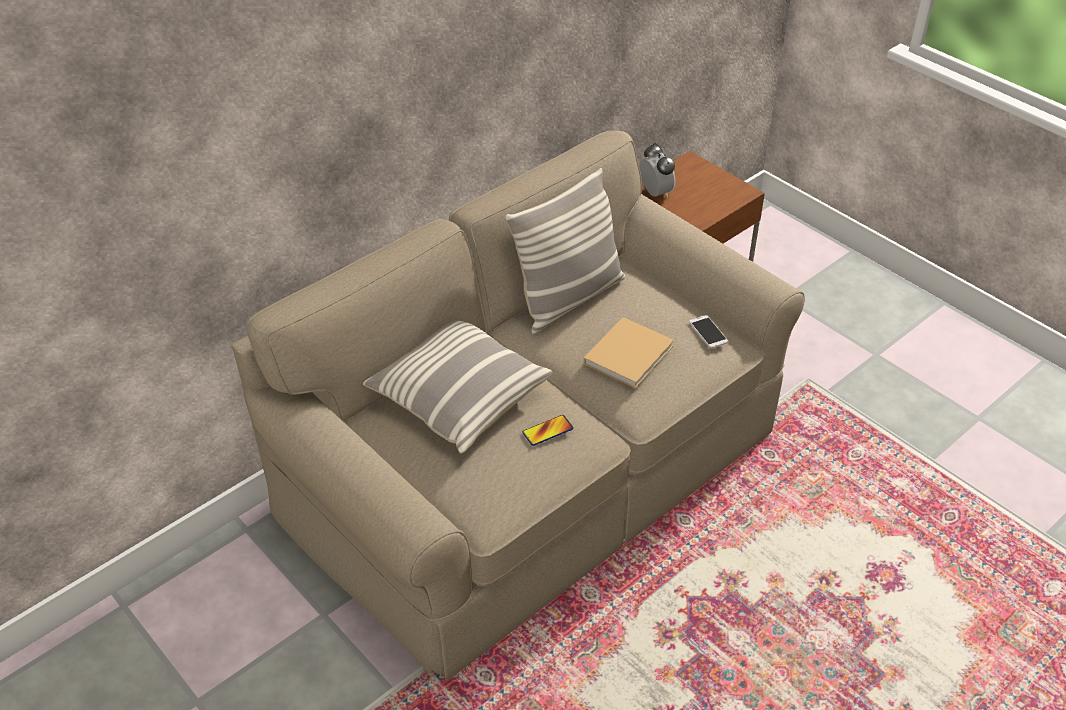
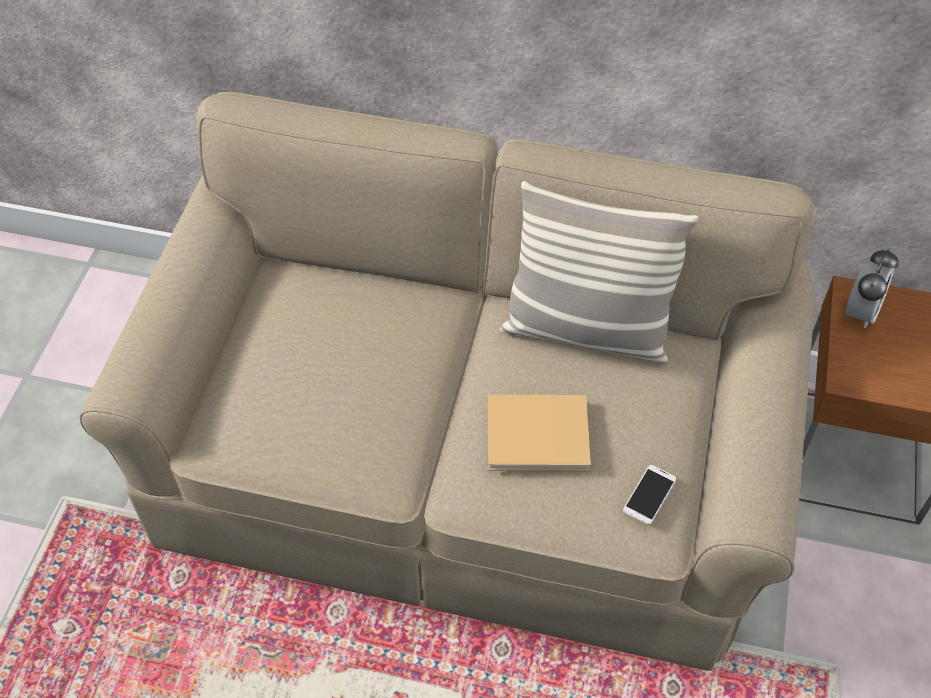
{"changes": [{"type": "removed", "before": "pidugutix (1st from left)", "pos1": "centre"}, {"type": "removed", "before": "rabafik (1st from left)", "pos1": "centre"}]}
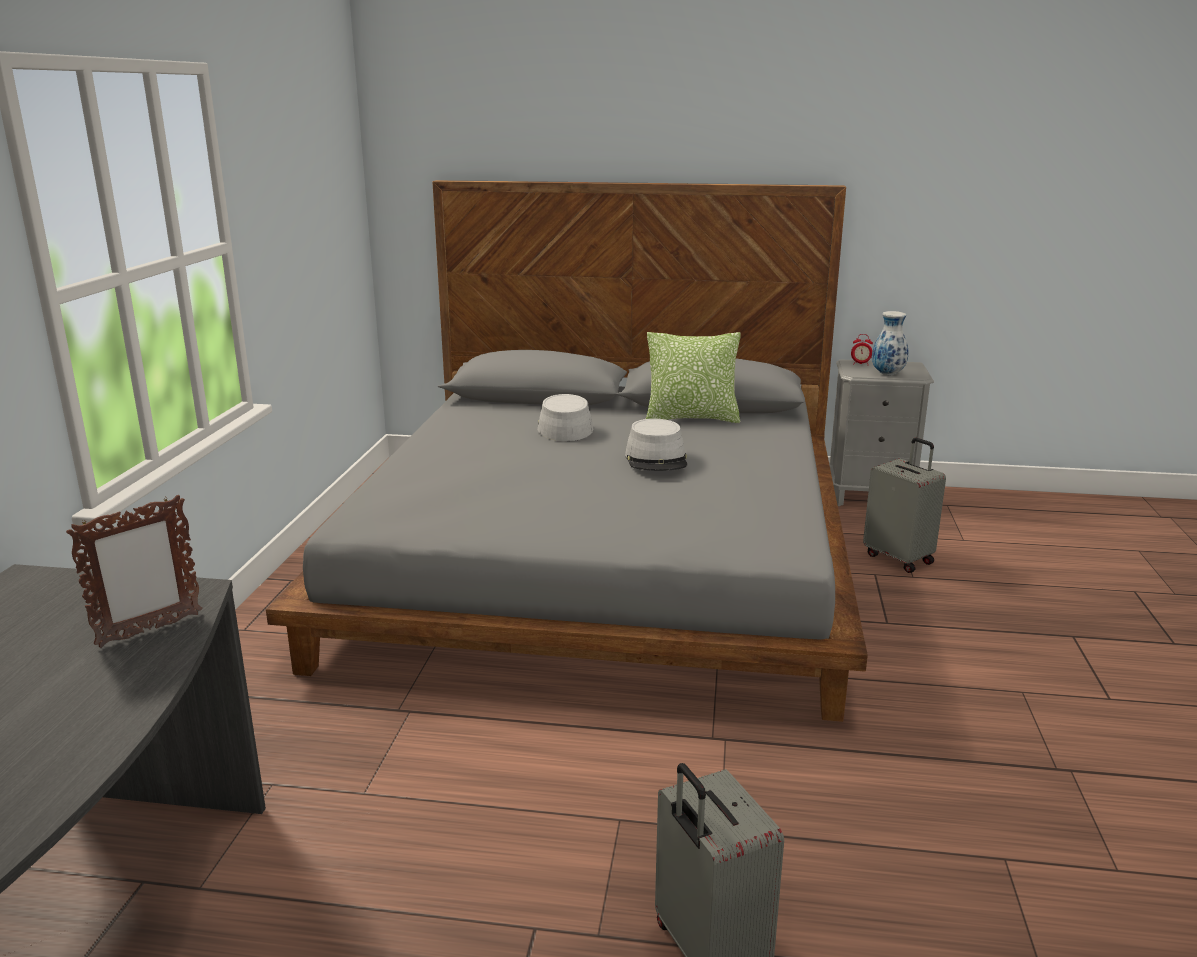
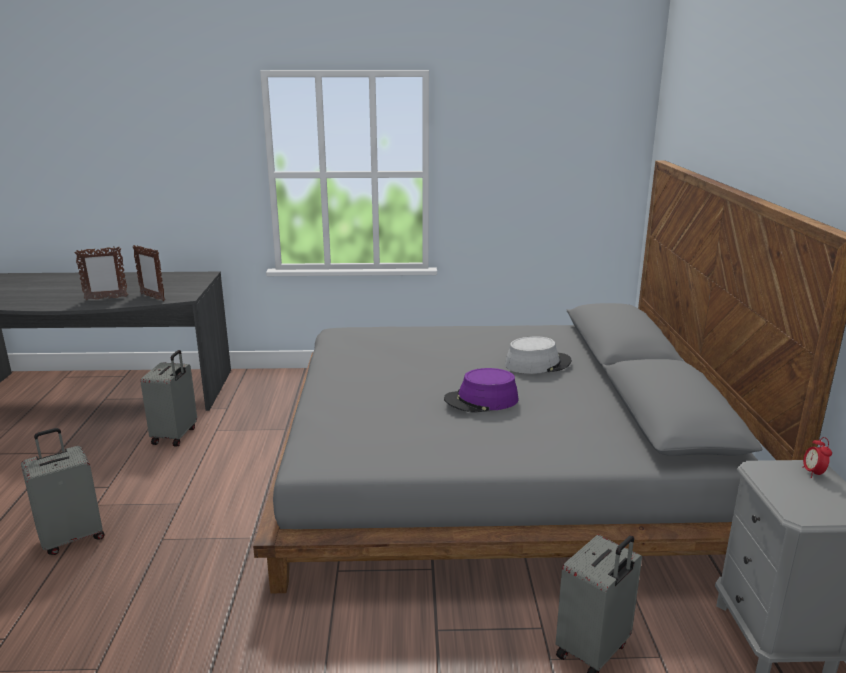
{"changes": [{"type": "removed", "before": "pidugutix", "pos1": "centre"}, {"type": "removed", "before": "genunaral", "pos1": "middle right"}, {"type": "added", "after": "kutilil (1st from left)", "pos2": "middle left"}, {"type": "added", "after": "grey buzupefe (2nd from left)", "pos2": "middle left"}, {"type": "recoloured", "before": "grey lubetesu (2nd from left)", "after": "purple lubetesu", "pos1": "centre", "pos2": "centre"}]}
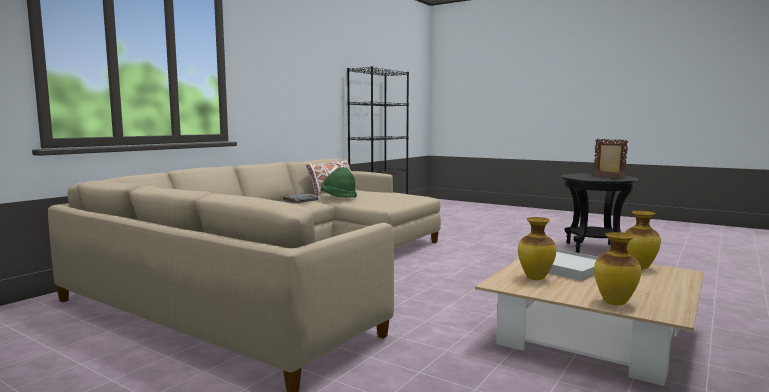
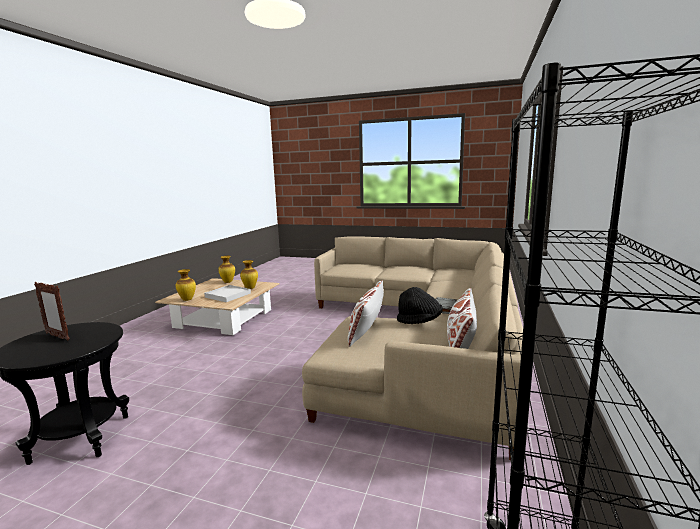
{"changes": [{"type": "added", "after": "white pidugutix (1st from left)", "pos2": "centre"}, {"type": "recoloured", "before": "green lubetesu", "after": "black lubetesu", "pos1": "centre", "pos2": "centre"}]}
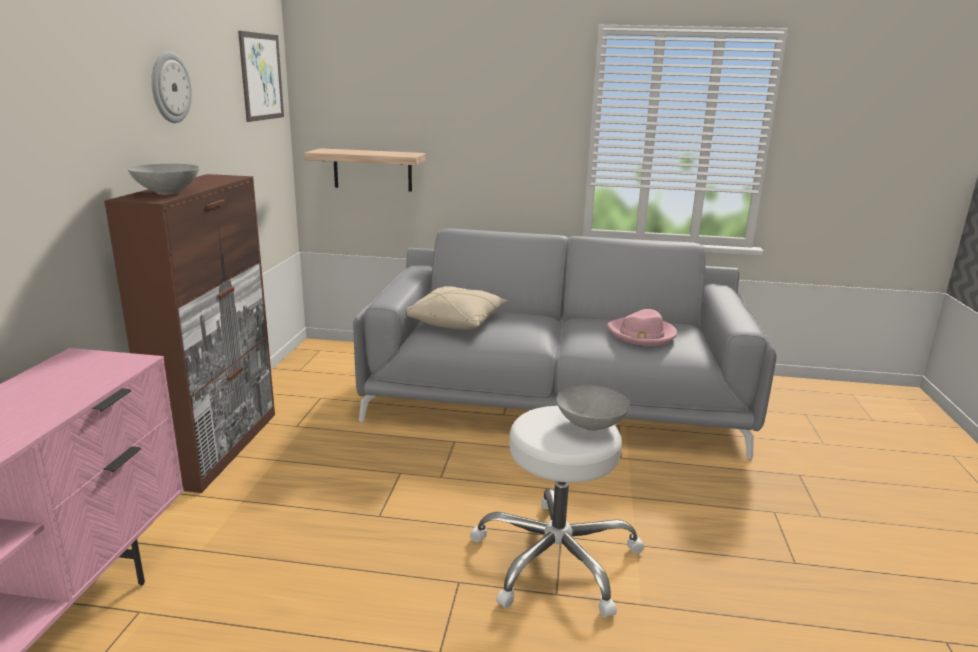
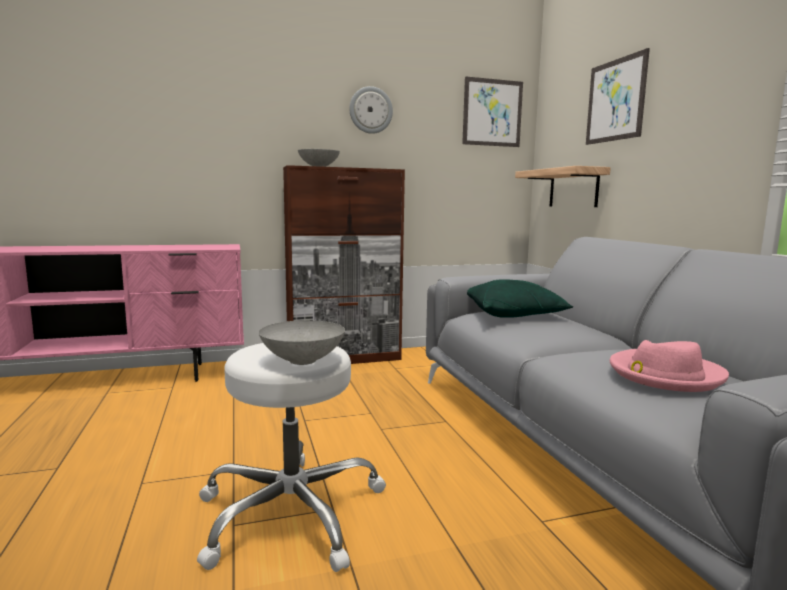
{"changes": [{"type": "added", "after": "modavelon (2nd from left)", "pos2": "top right"}, {"type": "recoloured", "before": "beige pidugutix", "after": "green pidugutix", "pos1": "centre", "pos2": "centre"}]}
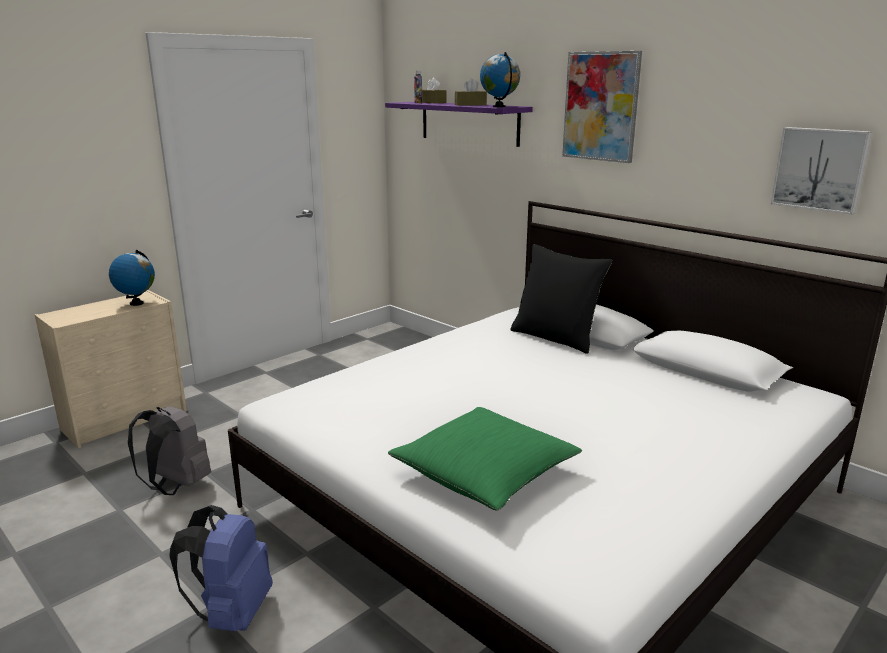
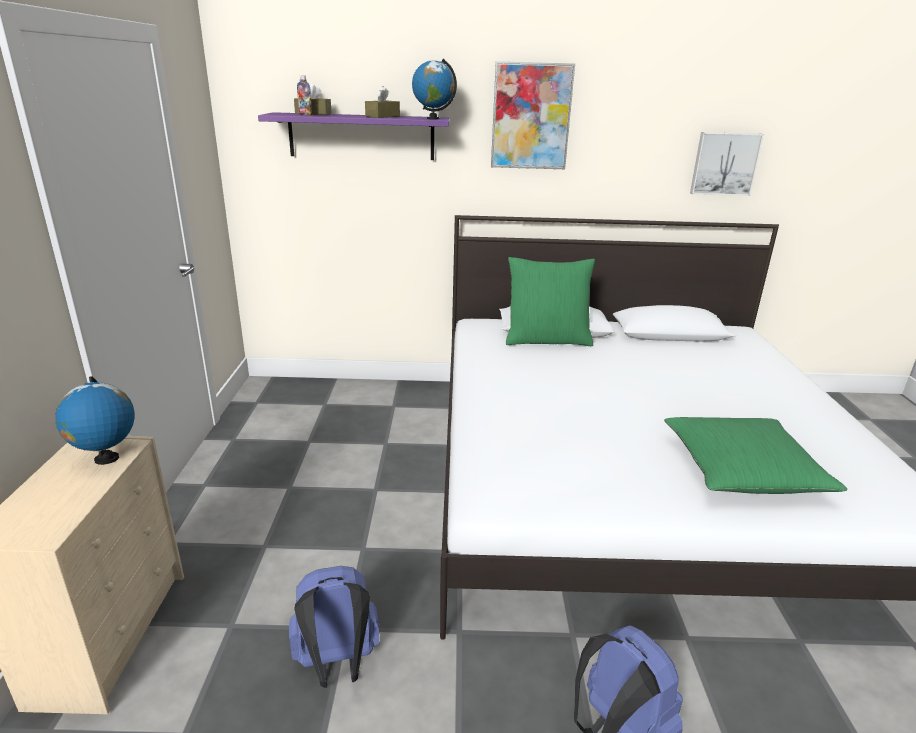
{"changes": [{"type": "recoloured", "before": "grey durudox", "after": "blue durudox (1st from left)", "pos1": "bottom left", "pos2": "bottom centre"}, {"type": "recoloured", "before": "black pidugutix", "after": "green pidugutix (1st from left)", "pos1": "centre", "pos2": "centre"}]}
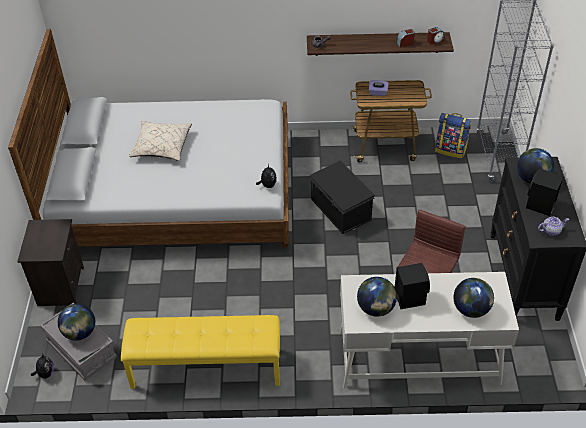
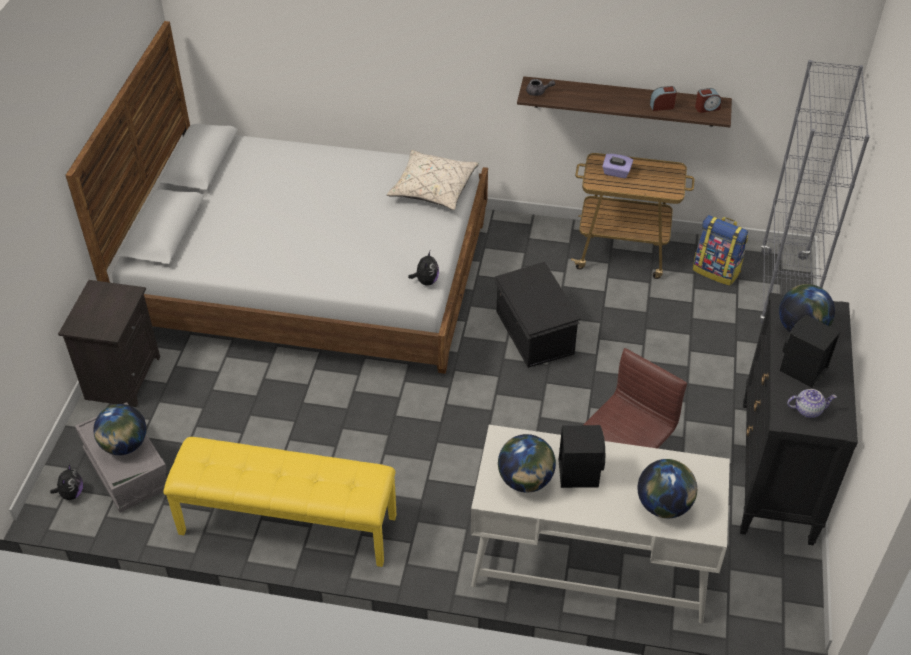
{"changes": [{"type": "moved", "before": "beige pidugutix", "pos1": "top left", "pos2": "top centre"}]}
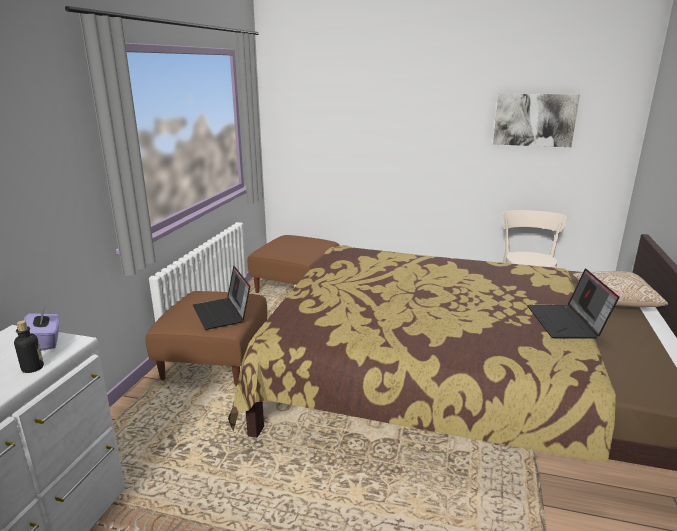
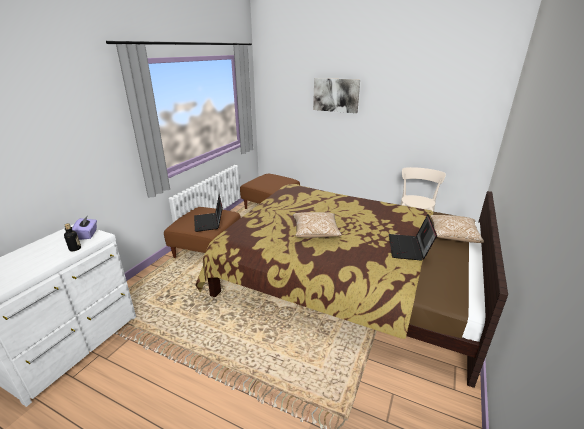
{"changes": [{"type": "added", "after": "pidugutix (1st from left)", "pos2": "centre"}, {"type": "moved", "before": "modavelon", "pos1": "top right", "pos2": "top centre"}]}
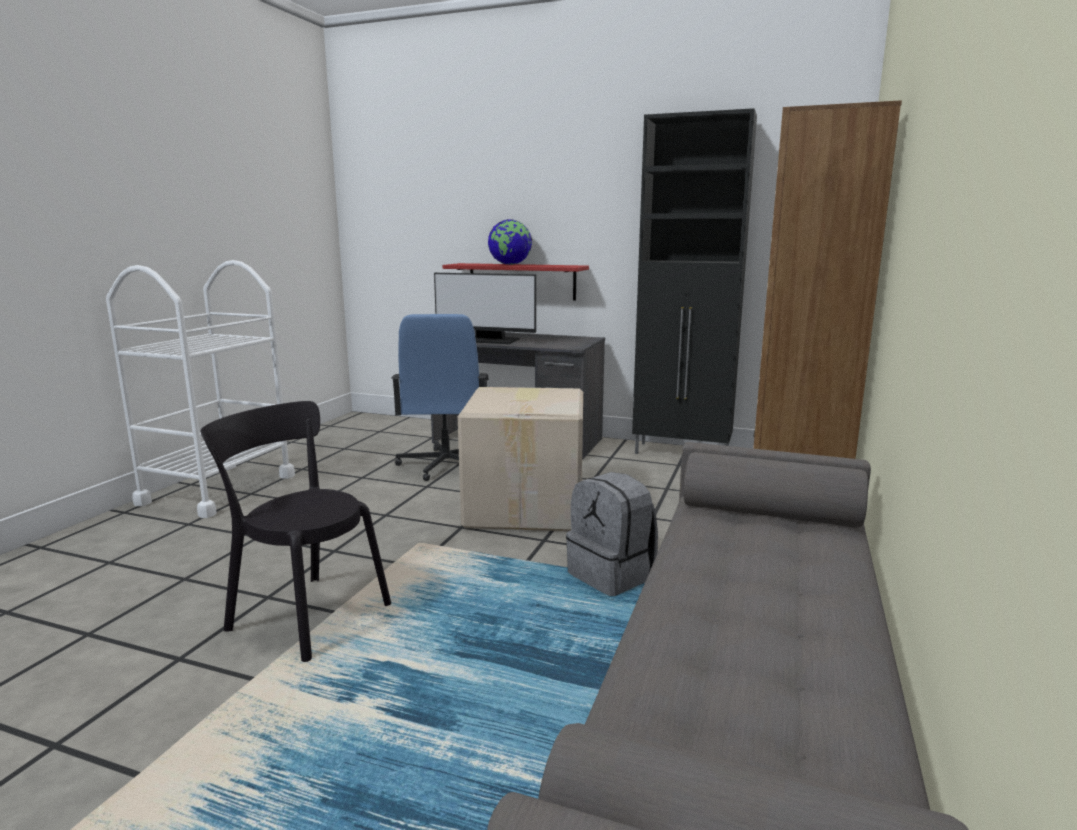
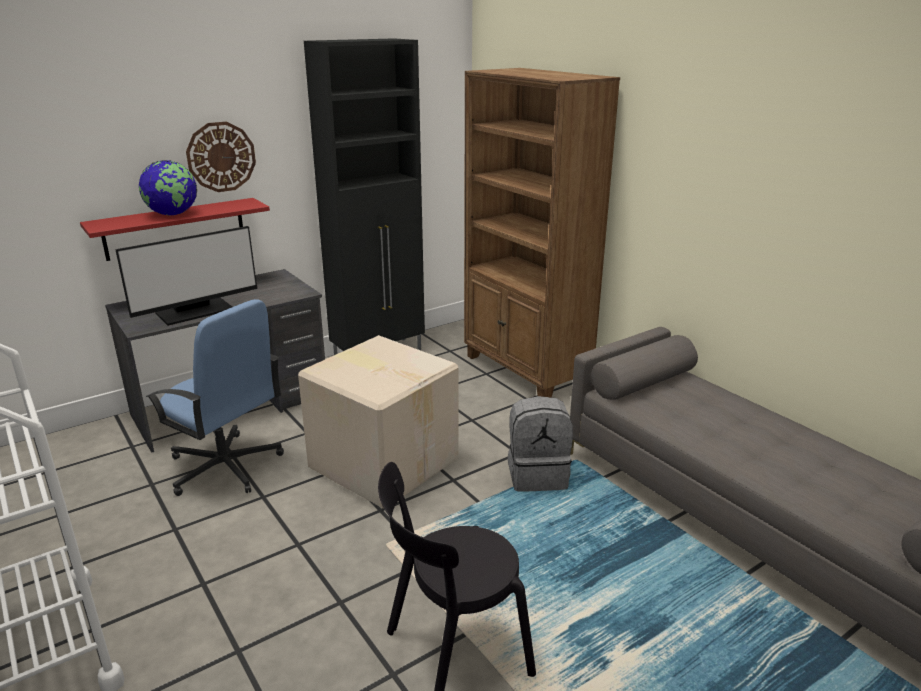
{"changes": [{"type": "added", "after": "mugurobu", "pos2": "top left"}]}
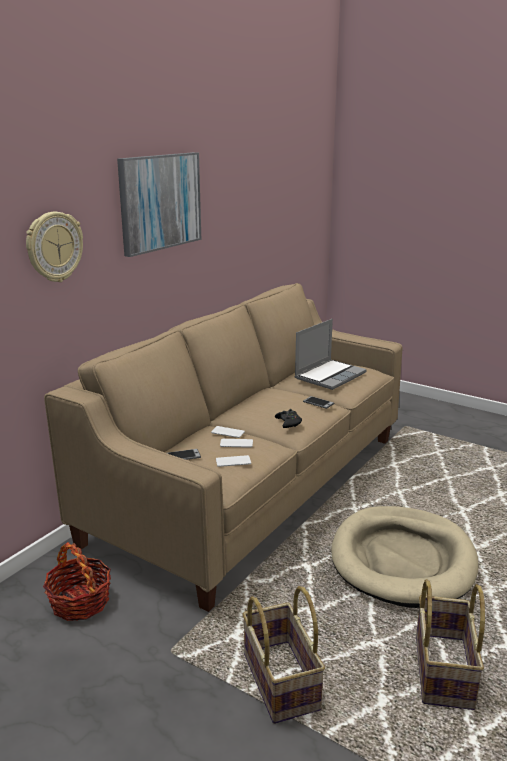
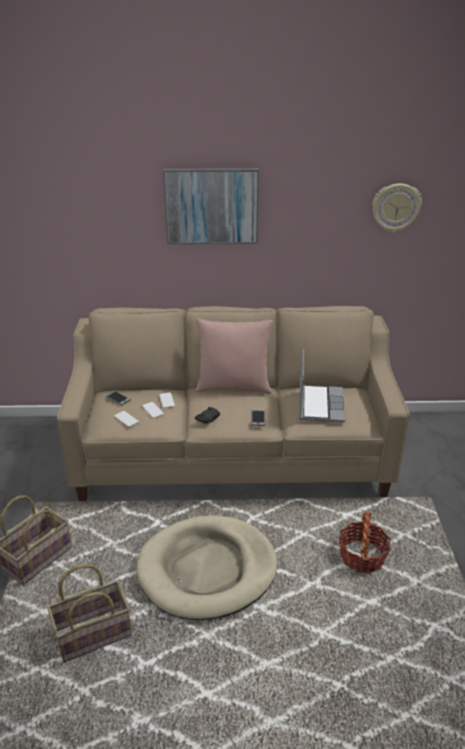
{"changes": [{"type": "added", "after": "pink pidugutix", "pos2": "centre"}, {"type": "moved", "before": "mugurobu", "pos1": "top left", "pos2": "top right"}, {"type": "moved", "before": "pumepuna (1st from left in the first image)", "after": "pumepuna (3rd from left)", "pos1": "bottom left", "pos2": "bottom right"}, {"type": "turned", "before": "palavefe", "pos1": "centre", "pos2": "middle right", "turn": -90}]}
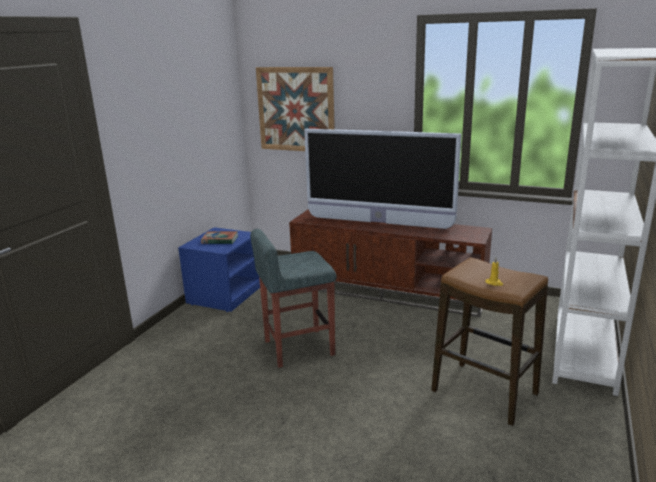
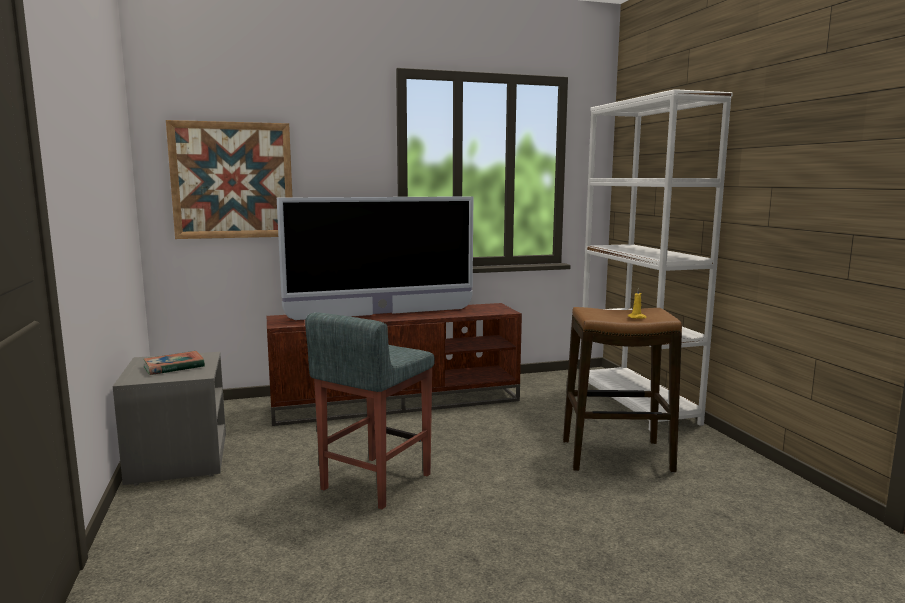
{"changes": [{"type": "recoloured", "before": "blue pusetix", "after": "grey pusetix", "pos1": "centre", "pos2": "bottom left"}]}
